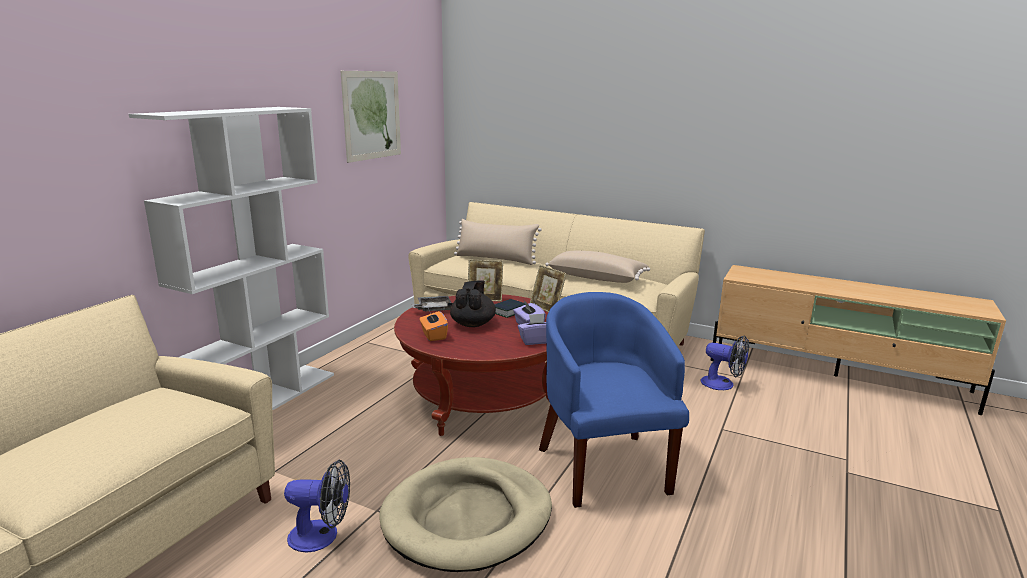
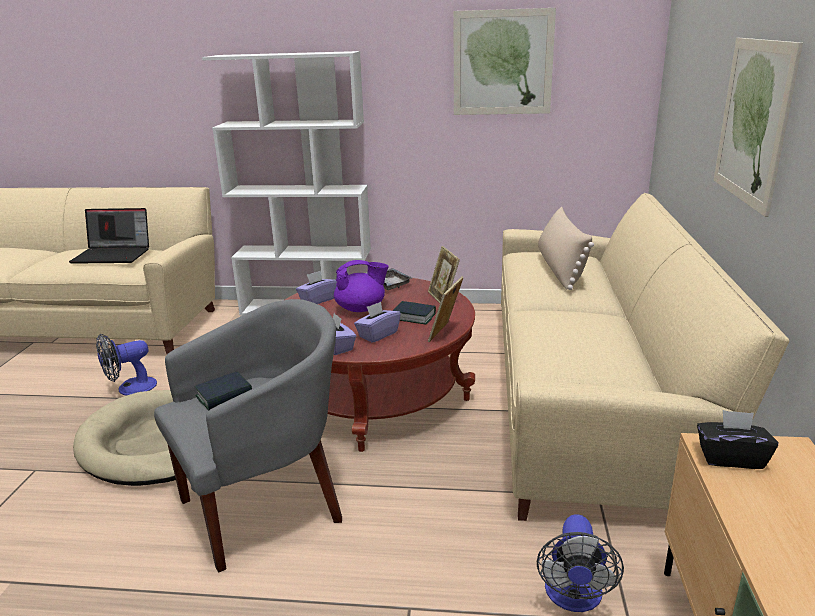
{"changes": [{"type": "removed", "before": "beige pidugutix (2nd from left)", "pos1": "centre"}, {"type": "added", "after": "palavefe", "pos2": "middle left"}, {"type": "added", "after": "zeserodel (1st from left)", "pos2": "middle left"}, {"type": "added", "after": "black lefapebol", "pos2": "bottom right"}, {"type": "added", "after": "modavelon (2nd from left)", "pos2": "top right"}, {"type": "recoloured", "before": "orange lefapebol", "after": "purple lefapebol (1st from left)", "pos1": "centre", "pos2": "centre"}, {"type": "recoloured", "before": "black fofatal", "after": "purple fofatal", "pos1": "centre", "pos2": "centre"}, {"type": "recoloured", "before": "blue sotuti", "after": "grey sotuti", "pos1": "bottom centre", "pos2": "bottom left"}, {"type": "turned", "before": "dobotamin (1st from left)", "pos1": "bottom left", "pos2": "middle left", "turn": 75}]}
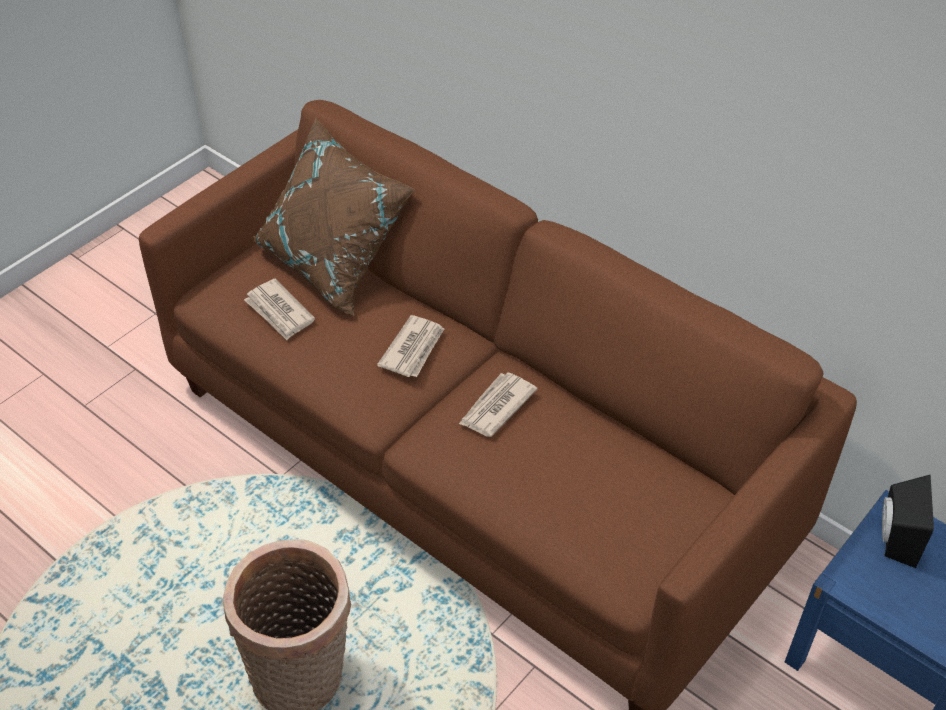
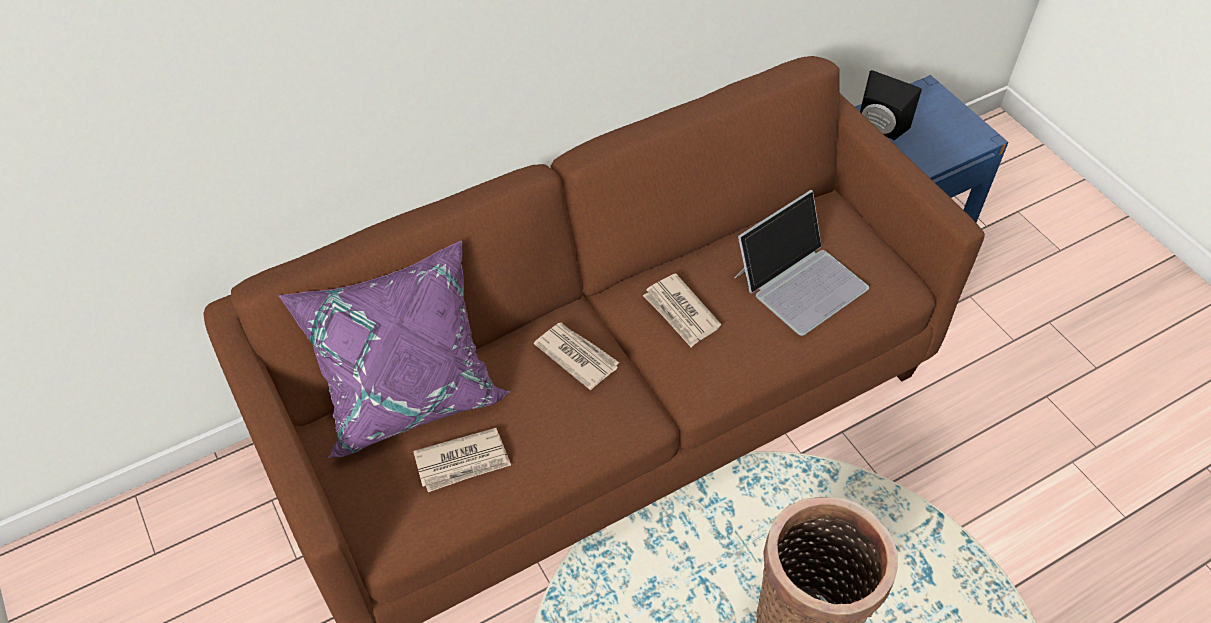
{"changes": [{"type": "added", "after": "palavefe", "pos2": "centre"}, {"type": "recoloured", "before": "brown pidugutix", "after": "purple pidugutix", "pos1": "top centre", "pos2": "middle left"}]}
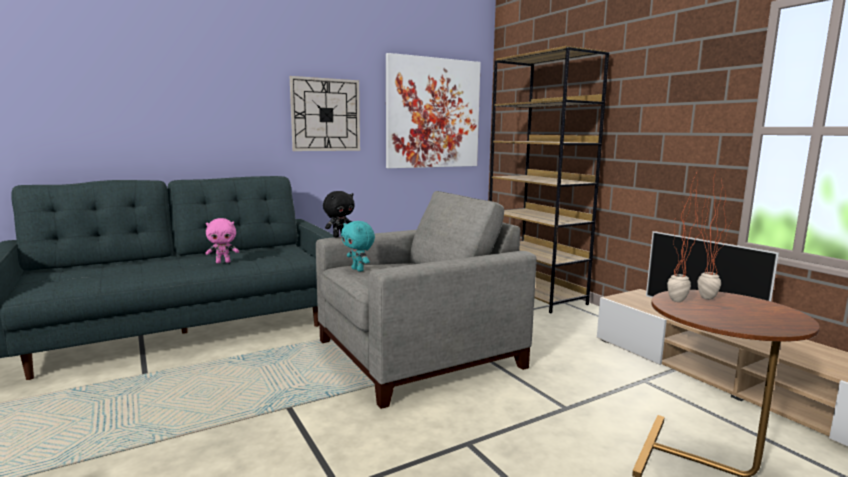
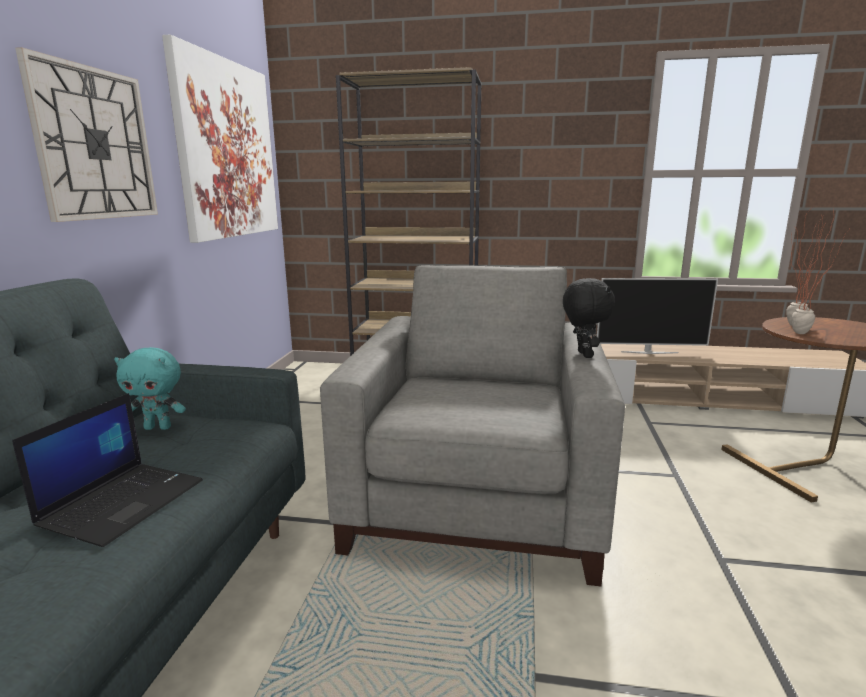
{"changes": [{"type": "moved", "before": "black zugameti", "pos1": "centre", "pos2": "middle right"}, {"type": "moved", "before": "turquoise zugameti", "pos1": "centre", "pos2": "middle left"}, {"type": "replaced", "before": "pink zugameti", "after": "palavefe", "pos1": "middle left", "pos2": "bottom left"}]}
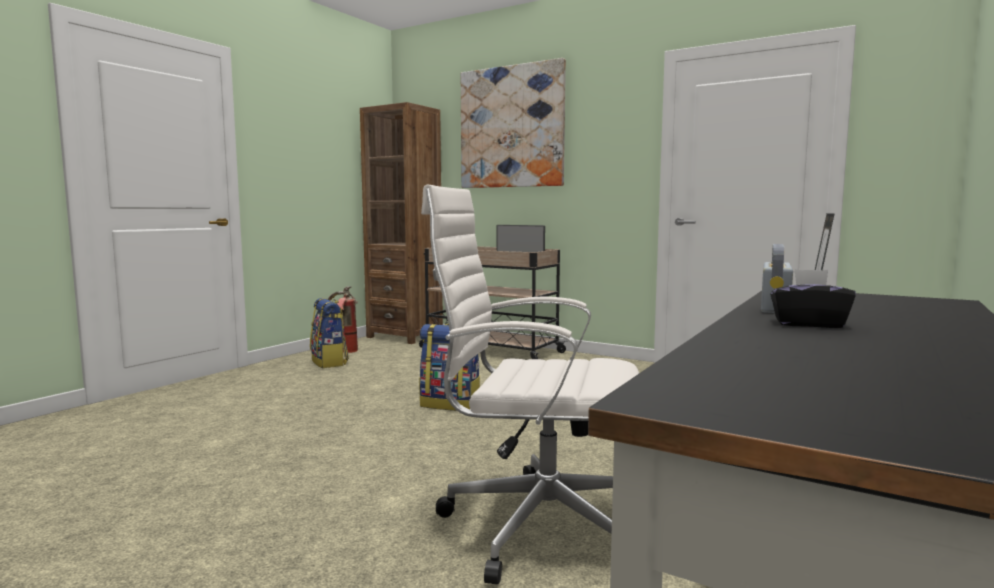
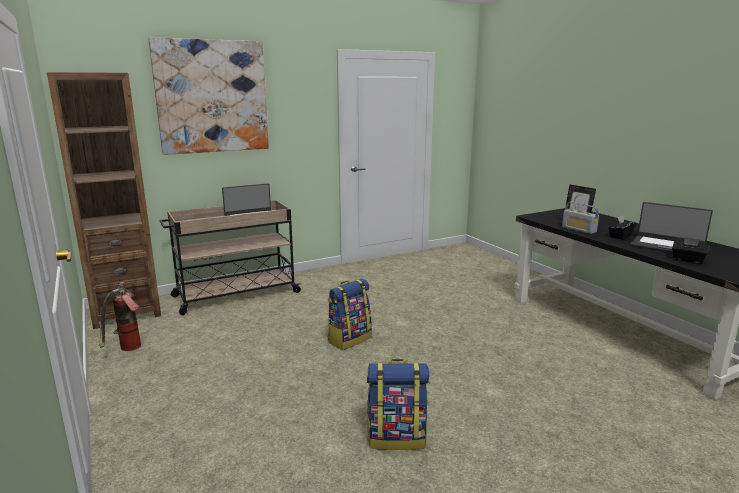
{"changes": [{"type": "removed", "before": "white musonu", "pos1": "centre"}, {"type": "added", "after": "palavefe (2nd from left)", "pos2": "middle right"}, {"type": "added", "after": "black lefapebol (2nd from left)", "pos2": "middle right"}, {"type": "moved", "before": "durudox (1st from left in the first image)", "after": "durudox (2nd from left)", "pos1": "middle left", "pos2": "bottom centre"}]}
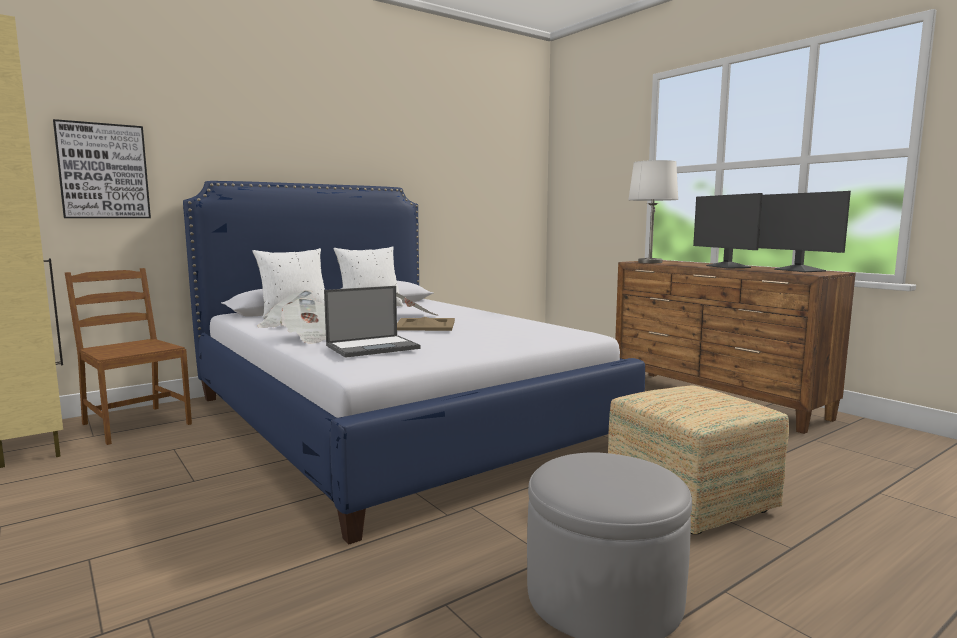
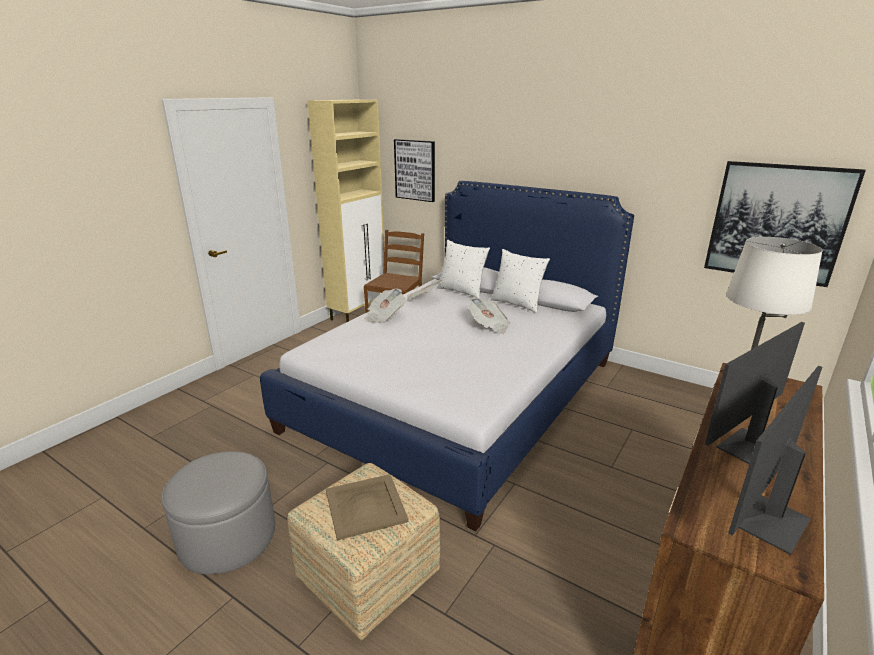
{"changes": [{"type": "removed", "before": "palavefe", "pos1": "centre"}, {"type": "added", "after": "modavelon (2nd from left)", "pos2": "middle right"}, {"type": "moved", "before": "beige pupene", "pos1": "centre", "pos2": "bottom centre"}]}
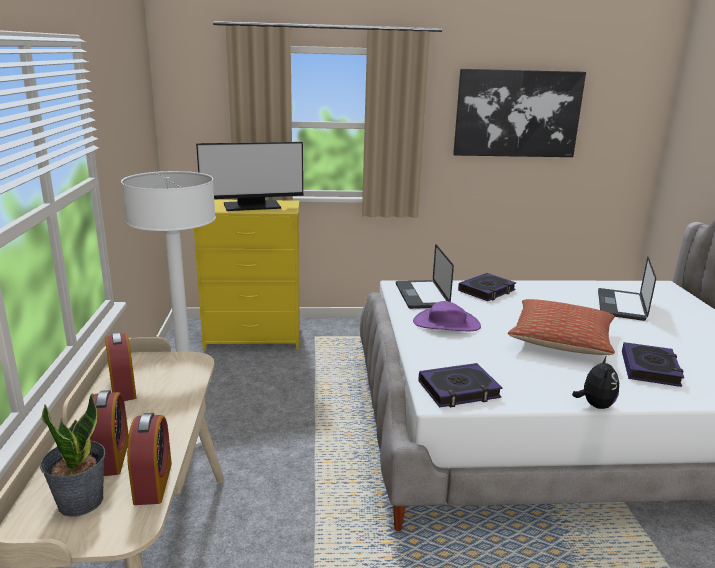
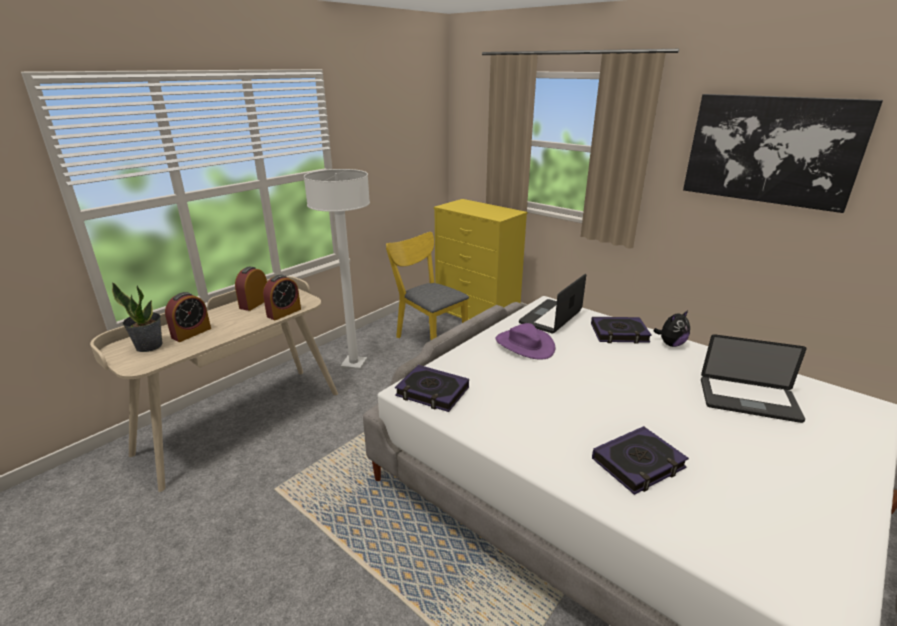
{"changes": [{"type": "removed", "before": "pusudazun", "pos1": "top centre"}, {"type": "removed", "before": "pidugutix", "pos1": "middle right"}, {"type": "added", "after": "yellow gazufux", "pos2": "centre"}, {"type": "moved", "before": "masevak (3rd from left)", "pos1": "bottom left", "pos2": "middle left"}, {"type": "moved", "before": "zugameti", "pos1": "bottom right", "pos2": "middle right"}, {"type": "turned", "before": "palavefe (2nd from left)", "pos1": "middle right", "pos2": "middle right", "turn": -135}]}
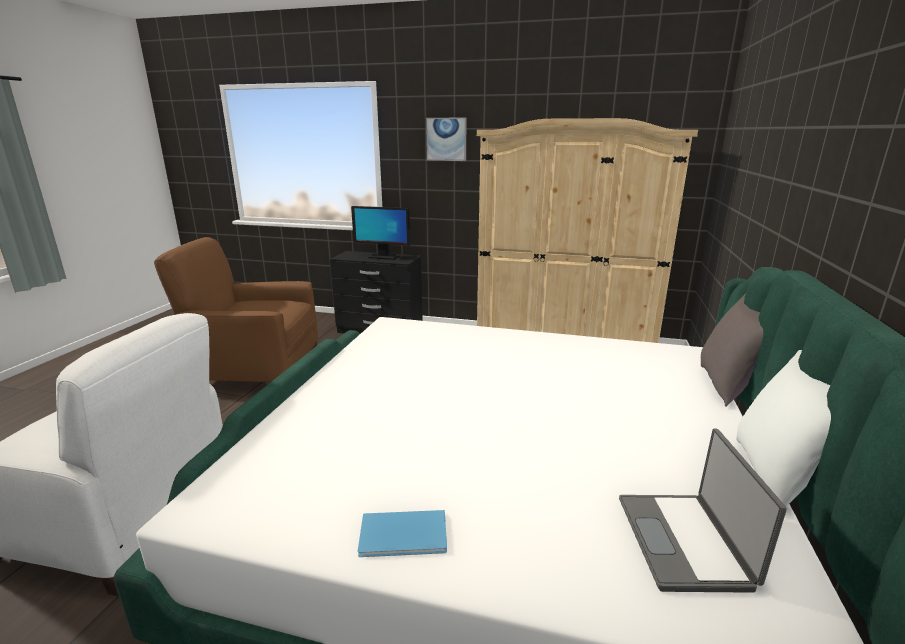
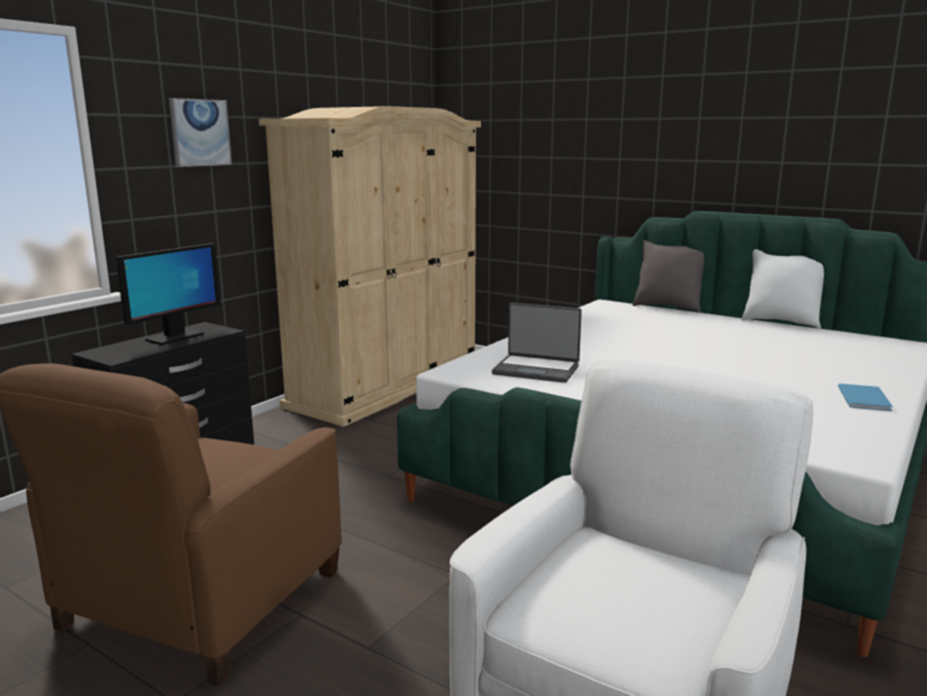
{"changes": [{"type": "moved", "before": "palavefe", "pos1": "bottom right", "pos2": "centre"}]}
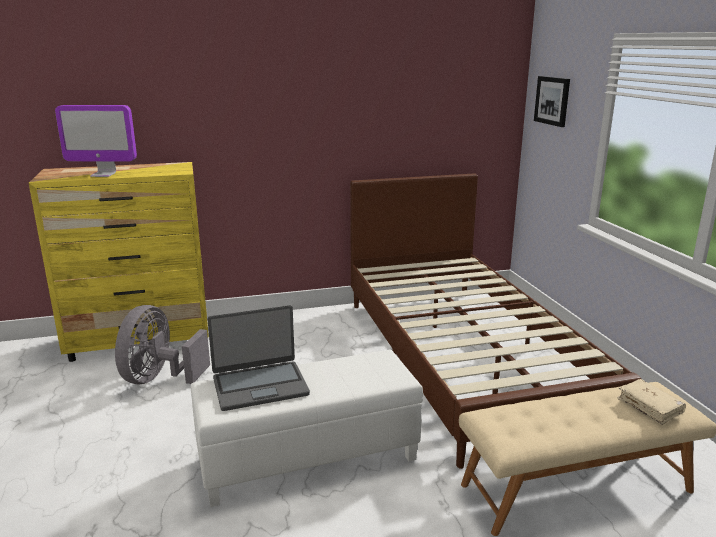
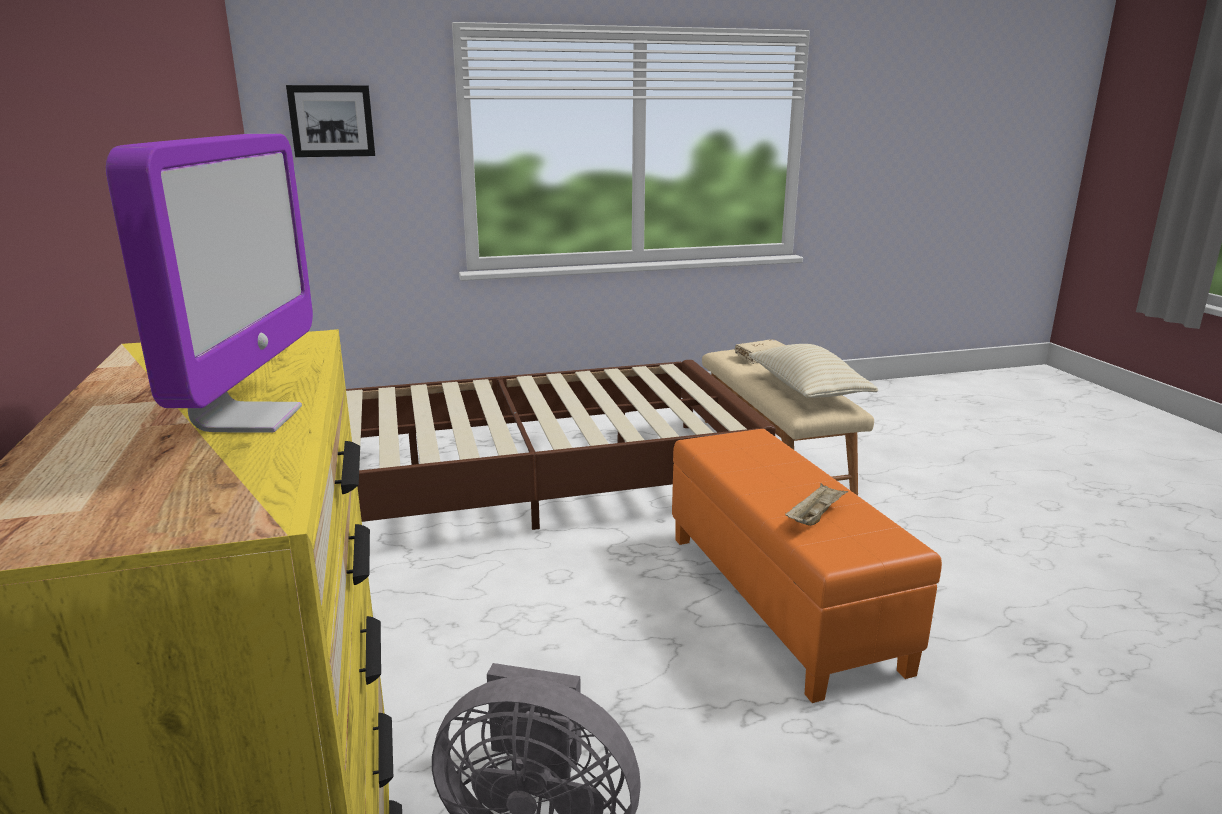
{"changes": [{"type": "added", "after": "beige pidugutix", "pos2": "centre"}, {"type": "replaced", "before": "palavefe", "after": "beige pupene", "pos1": "bottom centre", "pos2": "middle right"}, {"type": "recoloured", "before": "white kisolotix", "after": "orange kisolotix", "pos1": "bottom centre", "pos2": "bottom centre"}]}
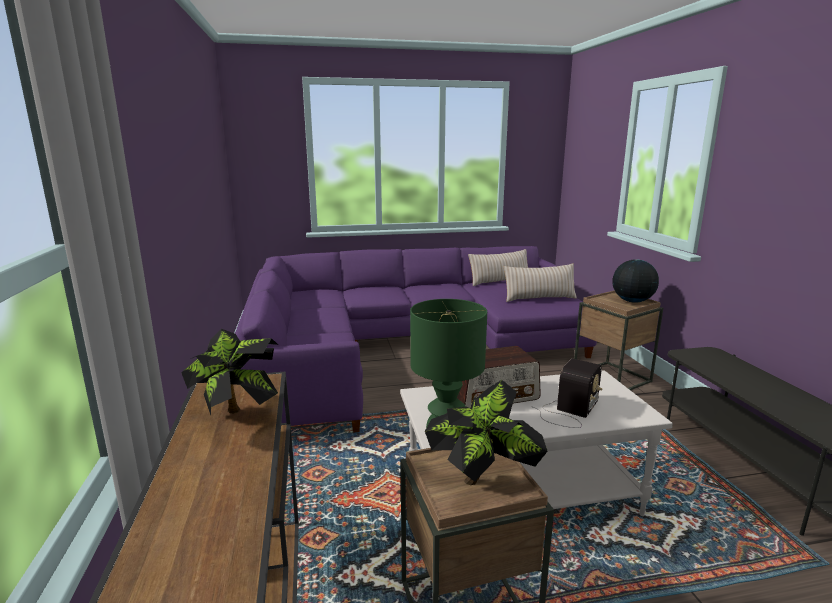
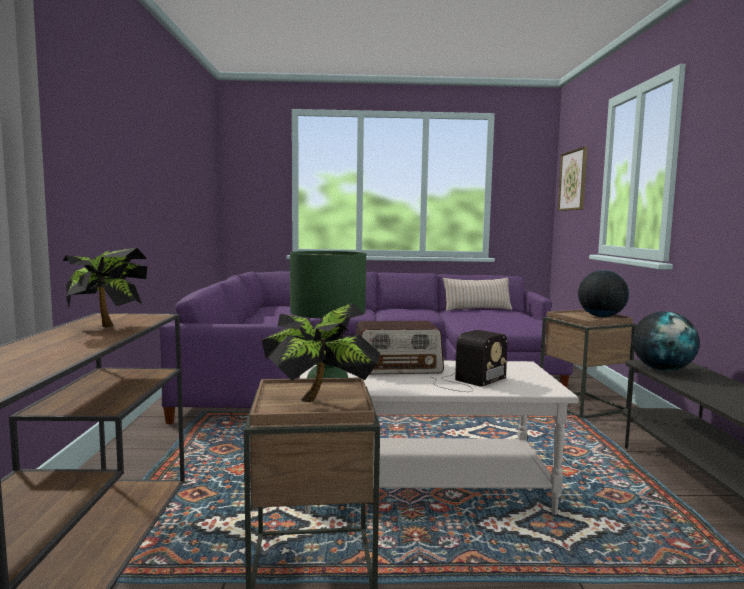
{"changes": [{"type": "removed", "before": "beige pidugutix (2nd from left)", "pos1": "centre"}, {"type": "added", "after": "modavelon", "pos2": "top right"}, {"type": "added", "after": "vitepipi (2nd from left)", "pos2": "middle right"}]}
